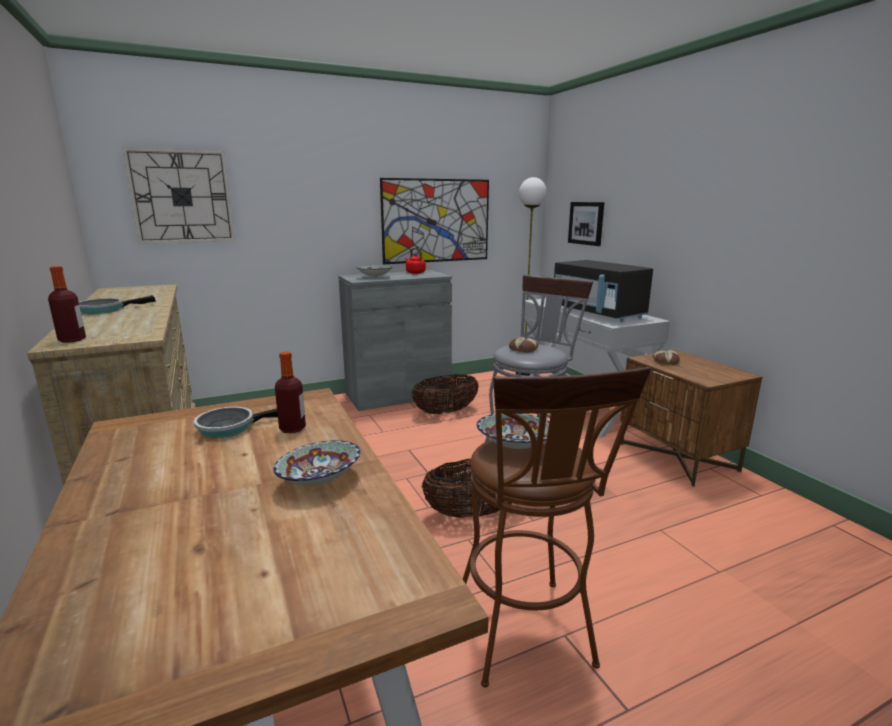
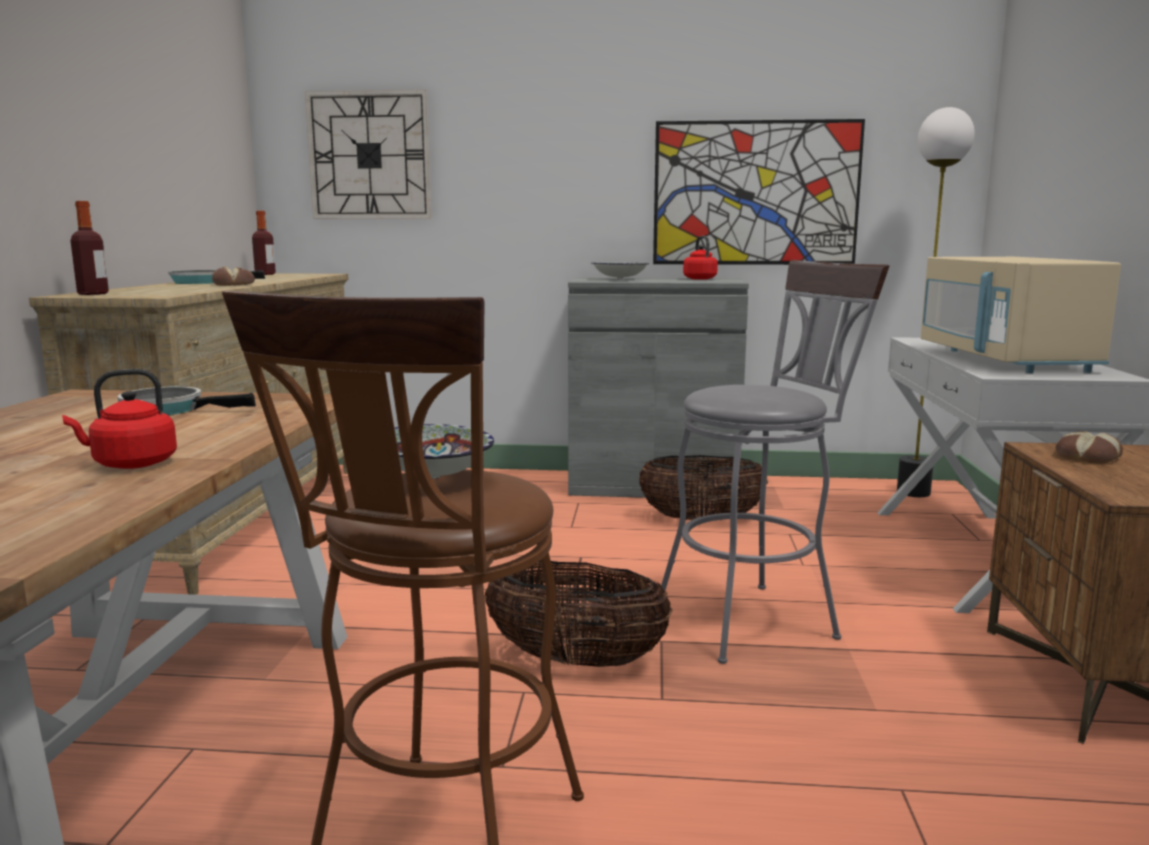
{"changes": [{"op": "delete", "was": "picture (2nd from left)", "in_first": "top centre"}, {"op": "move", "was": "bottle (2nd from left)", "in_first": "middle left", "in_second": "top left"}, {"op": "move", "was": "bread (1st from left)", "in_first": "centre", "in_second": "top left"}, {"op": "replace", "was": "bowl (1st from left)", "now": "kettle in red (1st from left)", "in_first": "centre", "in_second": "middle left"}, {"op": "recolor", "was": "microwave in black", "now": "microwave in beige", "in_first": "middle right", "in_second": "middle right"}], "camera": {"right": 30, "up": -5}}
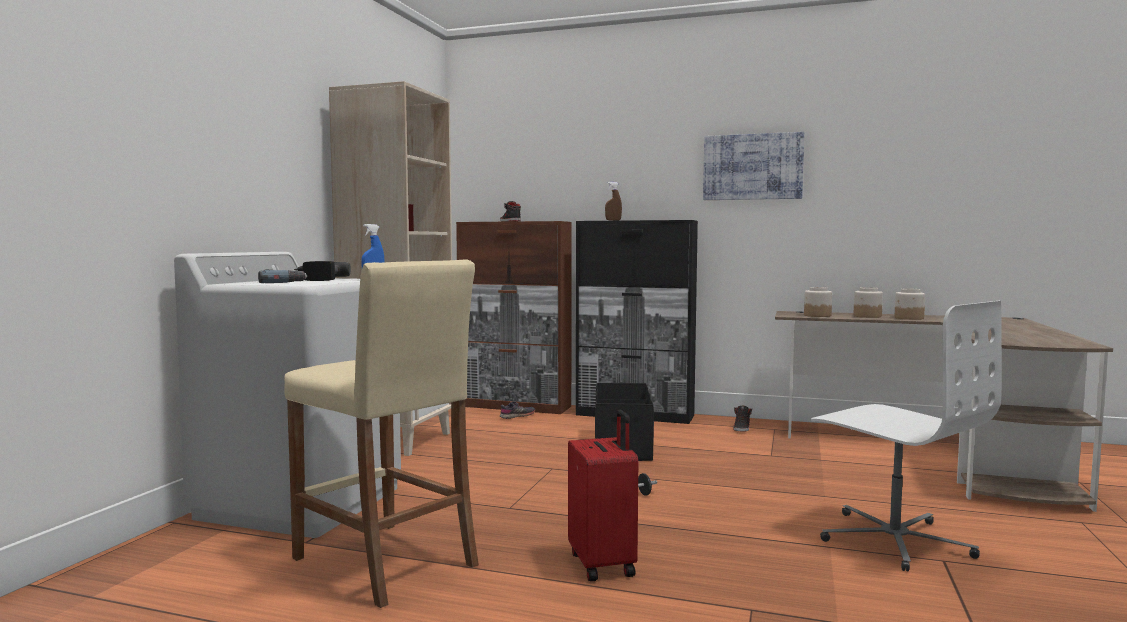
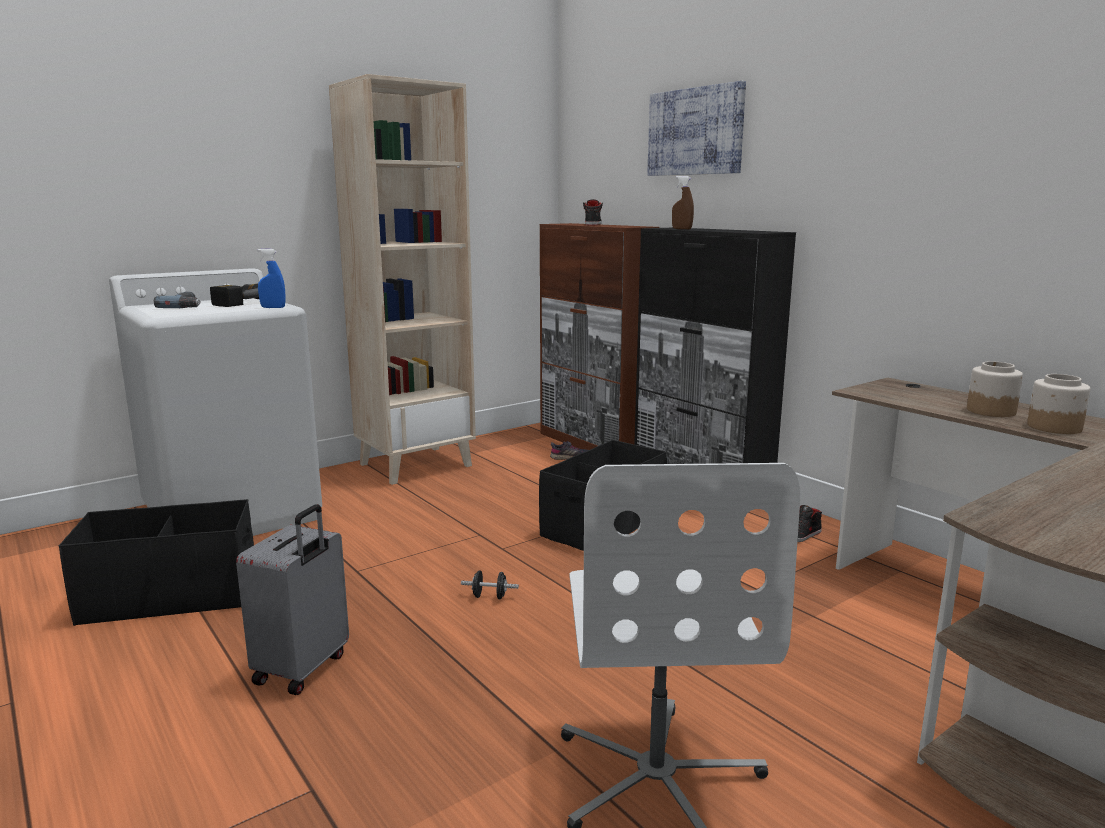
{"changes": [{"op": "delete", "was": "jar (1st from left)", "in_first": "middle right"}, {"op": "move", "was": "picture", "in_first": "top right", "in_second": "top centre"}, {"op": "replace", "was": "stool in beige", "now": "storage box in black (1st from left)", "in_first": "bottom centre", "in_second": "bottom left"}, {"op": "recolor", "was": "suitcase in red", "now": "suitcase in grey", "in_first": "bottom centre", "in_second": "bottom left"}], "camera": {"right": 35, "up": 10}}
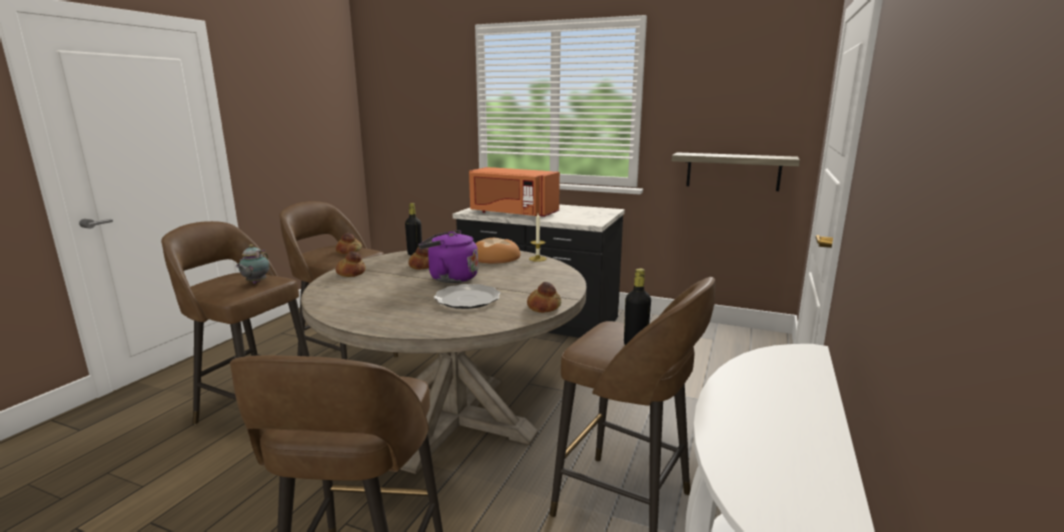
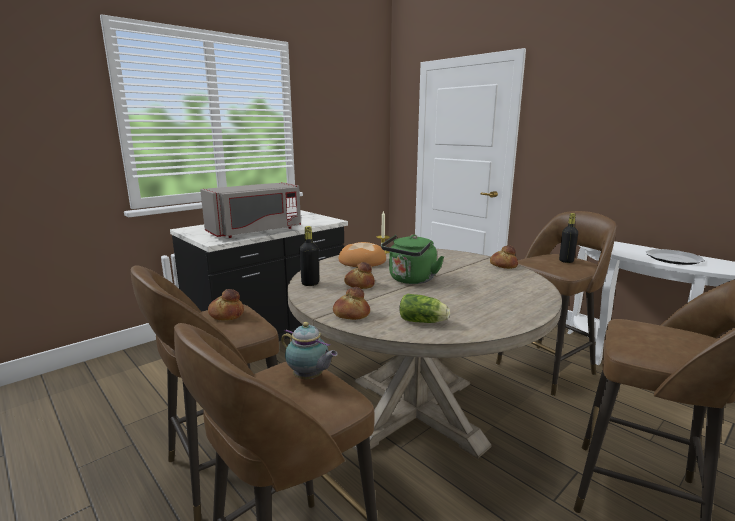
{"changes": [{"op": "delete", "was": "shelf", "in_first": "top right"}, {"op": "insert", "now": "lettuce", "in_second": "centre"}, {"op": "move", "was": "plate", "in_first": "centre", "in_second": "middle right"}, {"op": "recolor", "was": "kettle in purple", "now": "kettle in green", "in_first": "centre", "in_second": "centre"}, {"op": "recolor", "was": "microwave in orange", "now": "microwave in grey", "in_first": "centre", "in_second": "centre"}], "camera": {"right": -65, "up": 0}}
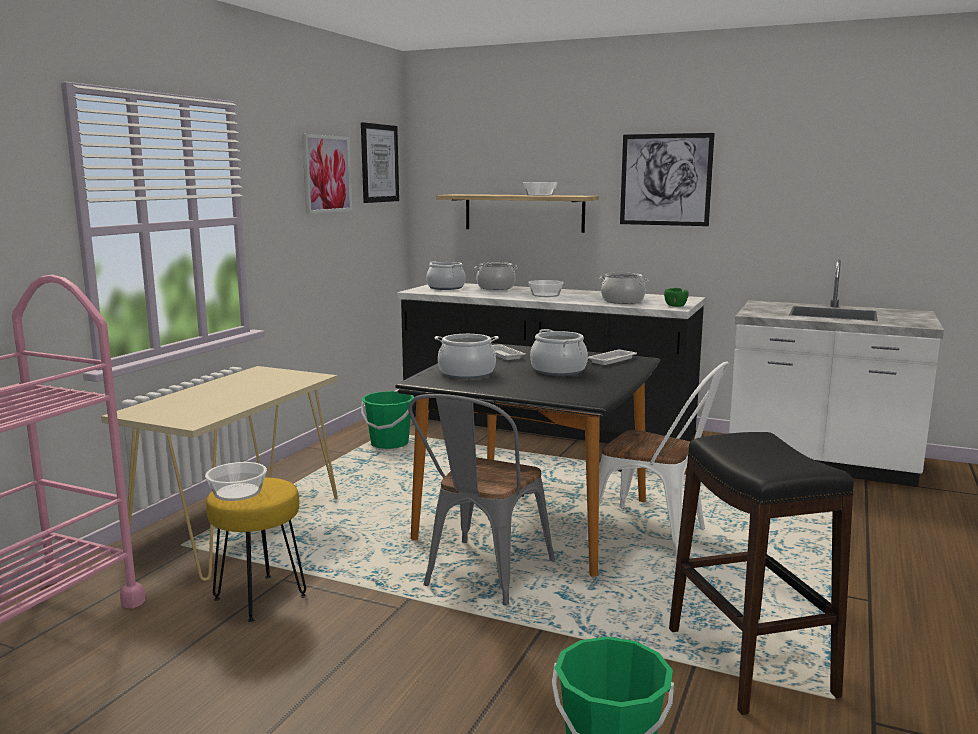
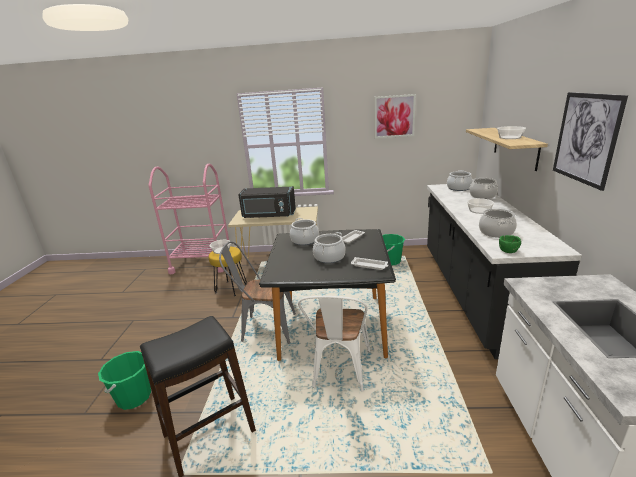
{"changes": [{"op": "delete", "was": "picture (2nd from left)", "in_first": "top centre"}, {"op": "insert", "now": "microwave in black", "in_second": "centre"}], "camera": {"right": 70, "up": 10}}
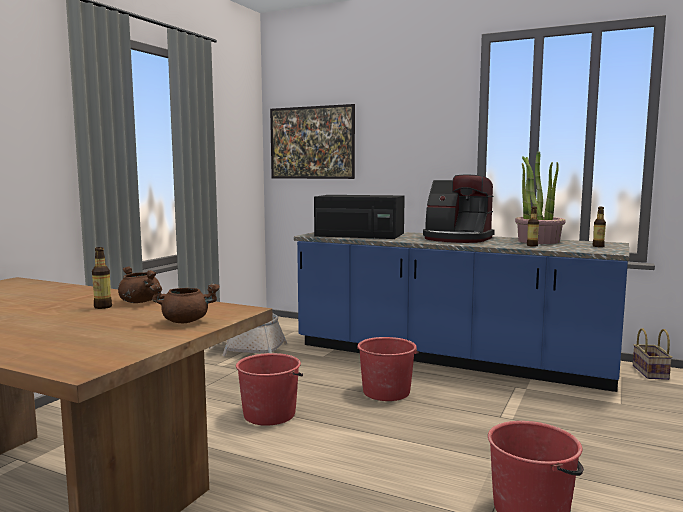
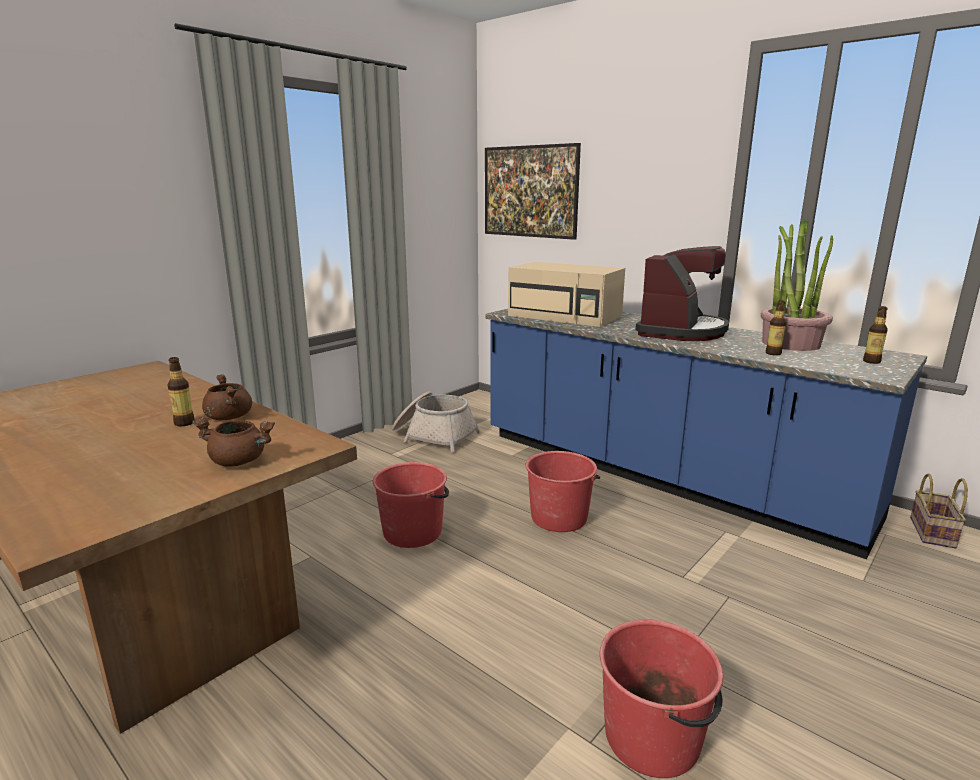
{"changes": [{"op": "recolor", "was": "microwave in black", "now": "microwave in beige", "in_first": "centre", "in_second": "centre"}, {"op": "rotate", "was": "coffee machine", "in_first": "middle right", "in_second": "middle right", "clockwise": -105}], "camera": {"right": 15, "up": 10}}
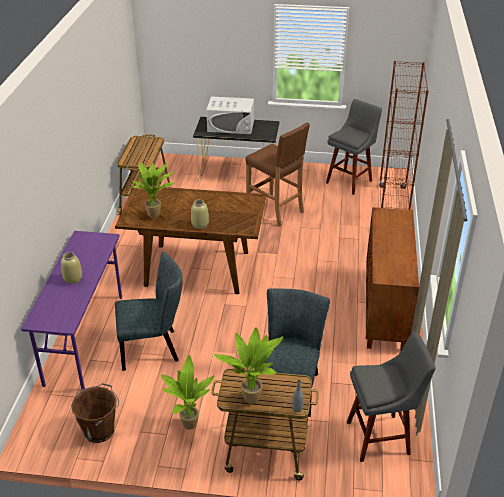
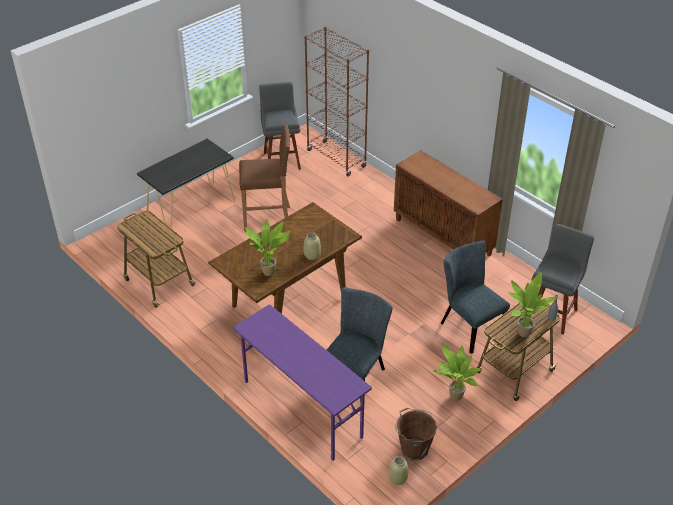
{"changes": [{"op": "delete", "was": "microwave in white", "in_first": "top centre"}, {"op": "move", "was": "vase in beige (1st from left in the first image)", "now": "vase in beige (2nd from left)", "in_first": "middle left", "in_second": "bottom centre"}], "camera": {"right": -50, "up": 5}}
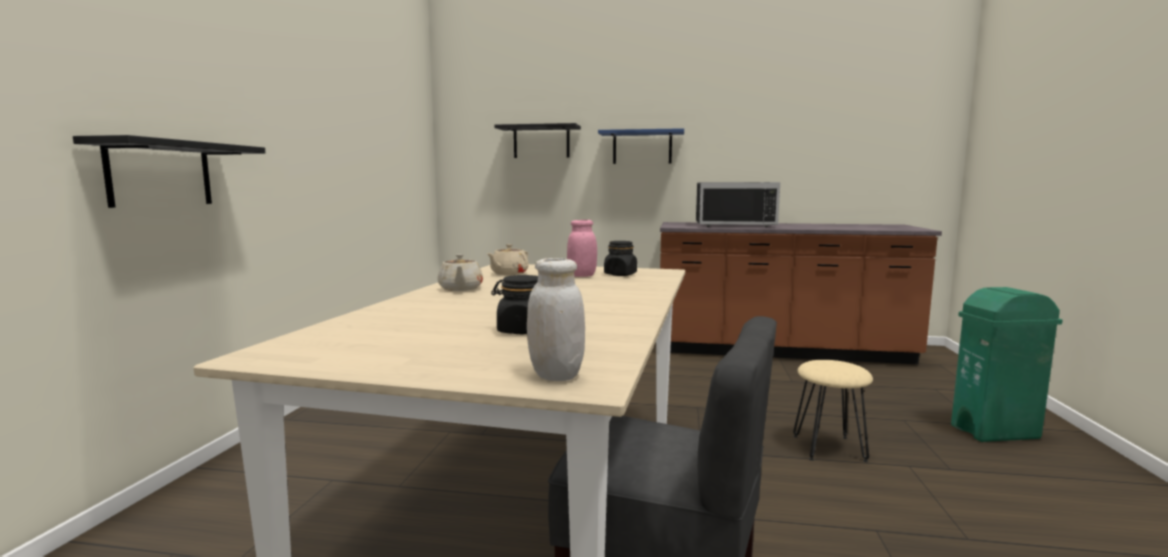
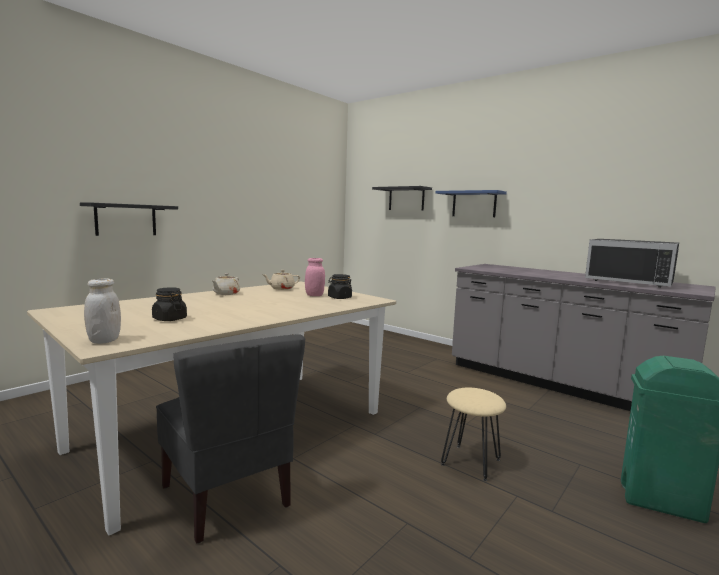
{"changes": [{"op": "move", "was": "microwave in black", "in_first": "centre", "in_second": "middle right"}, {"op": "recolor", "was": "counter in brown", "now": "counter in grey", "in_first": "middle right", "in_second": "middle right"}], "camera": {"right": 30, "up": 0}}
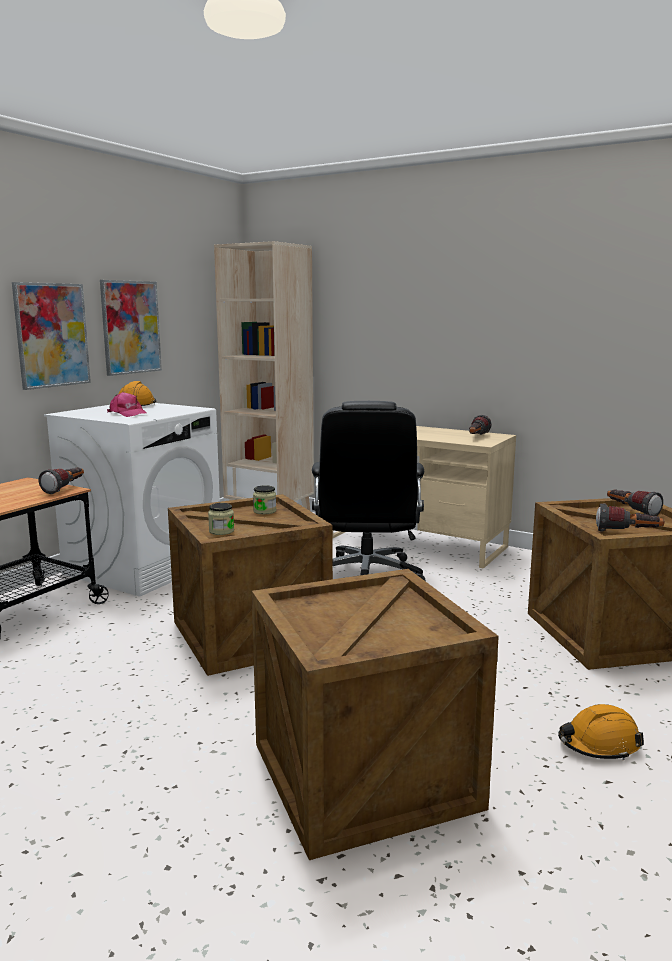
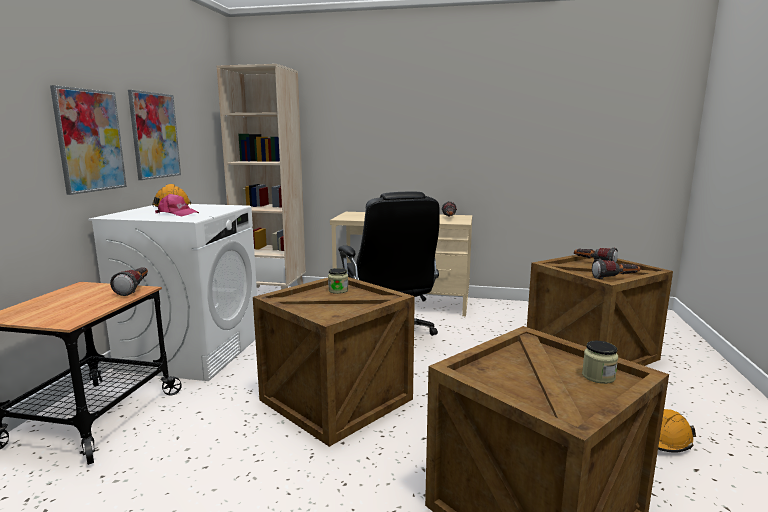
{"changes": [{"op": "move", "was": "jar (1st from left in the first image)", "now": "jar (2nd from left)", "in_first": "middle left", "in_second": "bottom right"}], "camera": {"right": -20, "up": 0}}
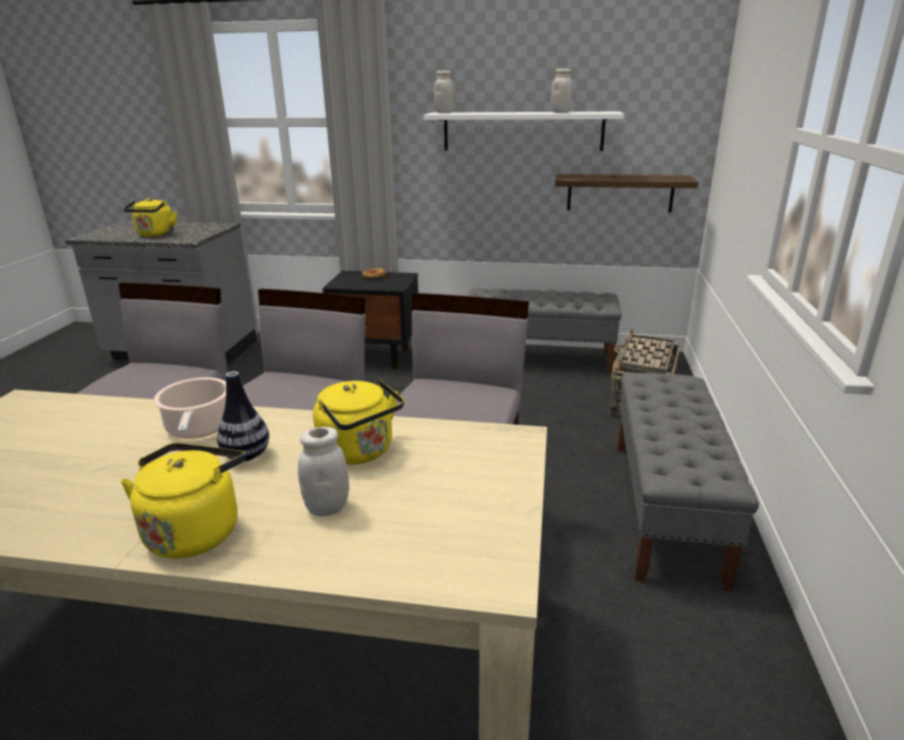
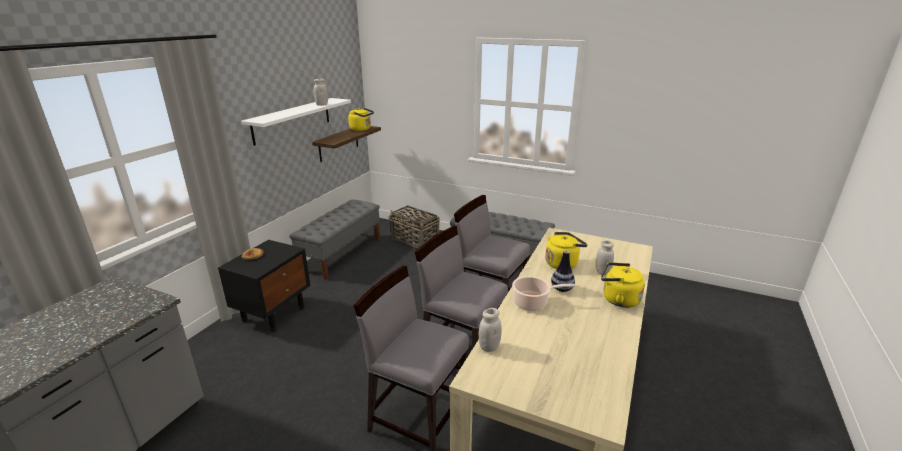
{"changes": [{"op": "move", "was": "kettle in yellow (1st from left)", "in_first": "top left", "in_second": "top centre"}, {"op": "move", "was": "jar in white (2nd from left)", "in_first": "top centre", "in_second": "bottom centre"}], "camera": {"right": -75, "up": 0}}
